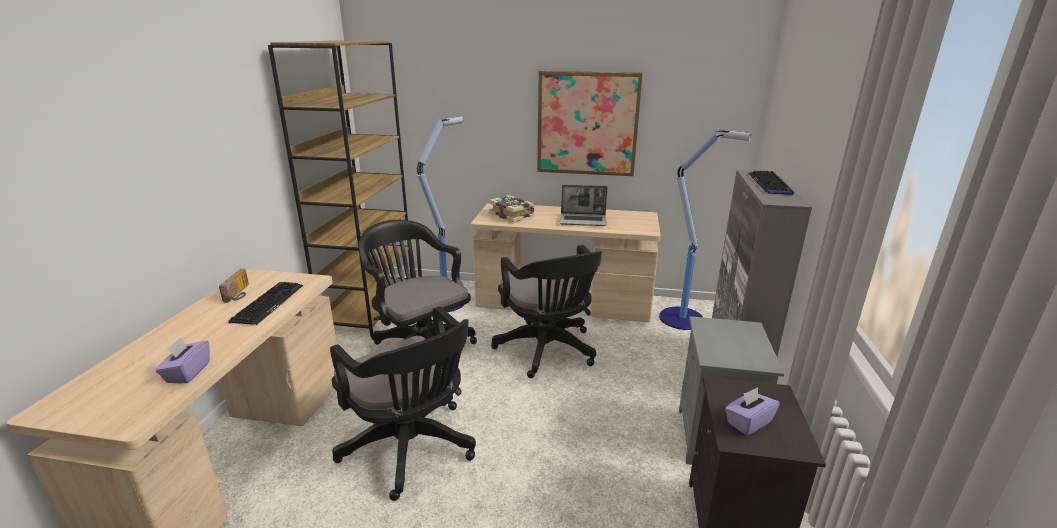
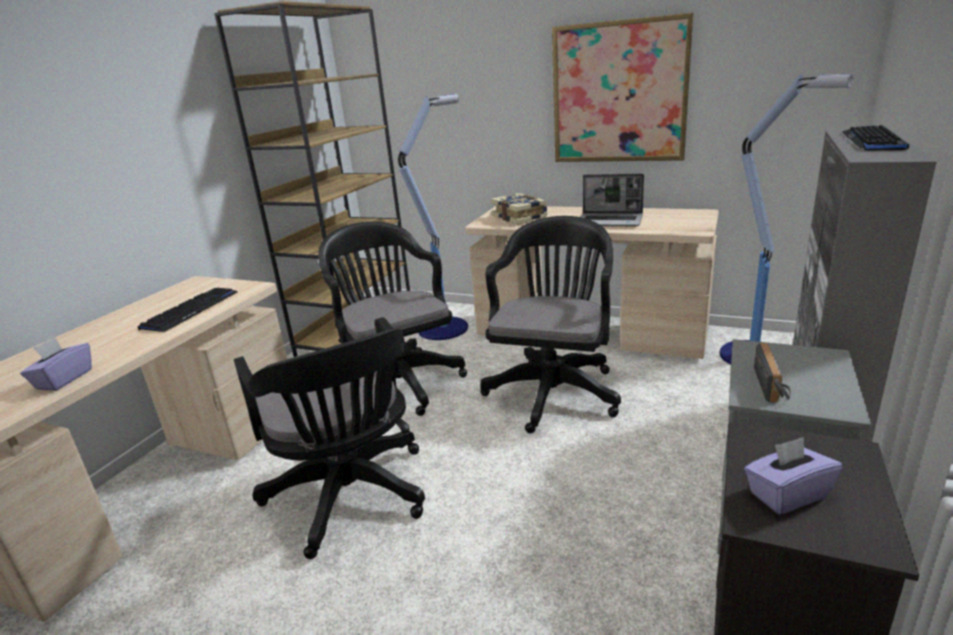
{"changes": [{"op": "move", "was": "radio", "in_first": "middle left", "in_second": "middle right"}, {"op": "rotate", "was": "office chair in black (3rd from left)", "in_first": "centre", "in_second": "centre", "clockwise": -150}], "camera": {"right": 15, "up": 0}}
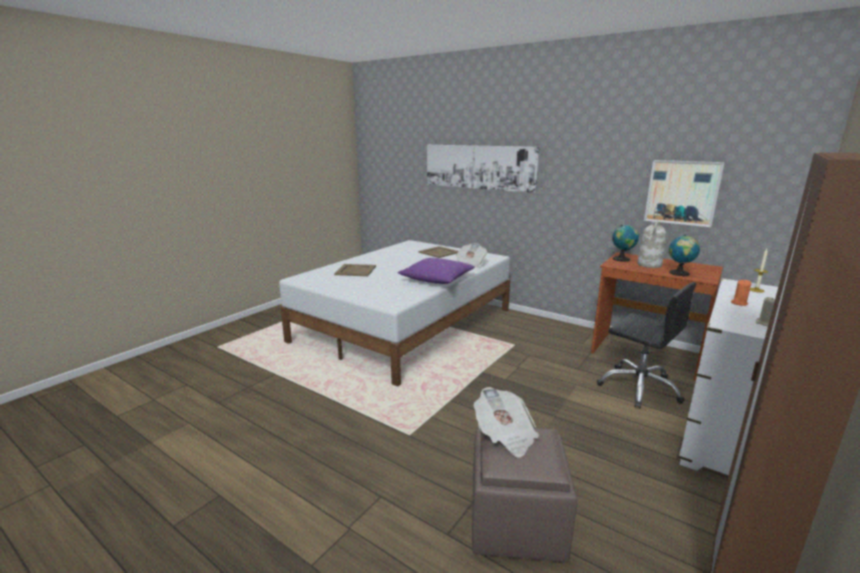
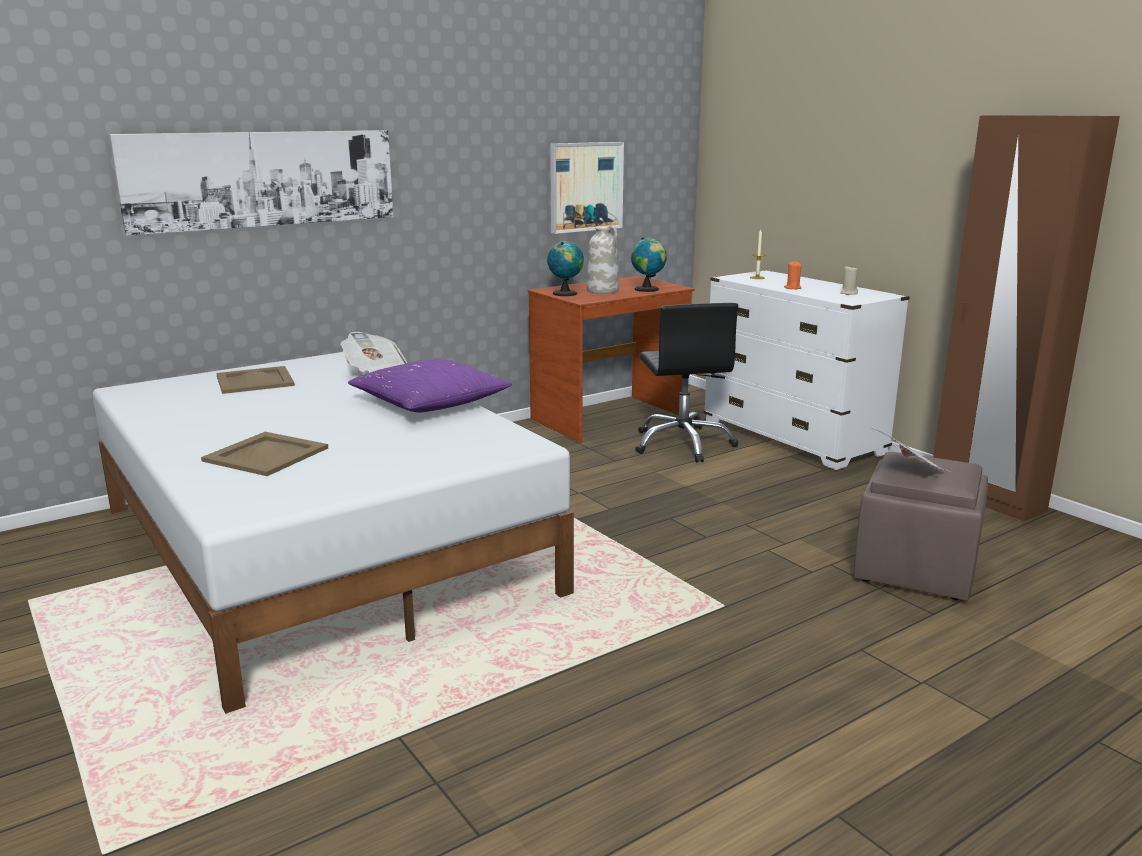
{"changes": [{"op": "rotate", "was": "office chair in black", "in_first": "middle right", "in_second": "centre", "clockwise": 105}], "camera": {"right": -70, "up": 0}}
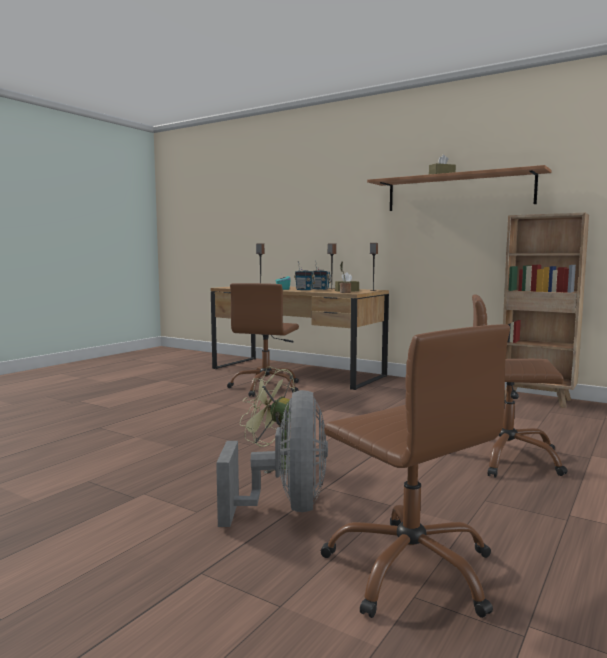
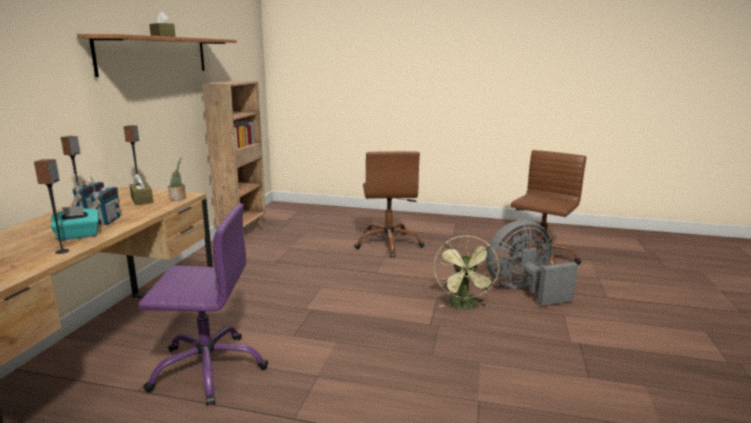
{"changes": [{"op": "recolor", "was": "office chair in brown (1st from left)", "now": "office chair in purple", "in_first": "centre", "in_second": "bottom left"}], "camera": {"right": -110, "up": 10}}
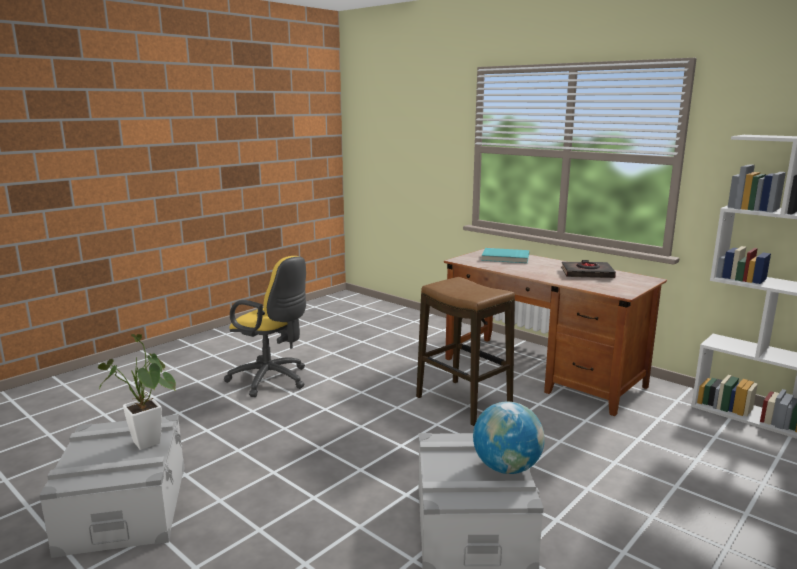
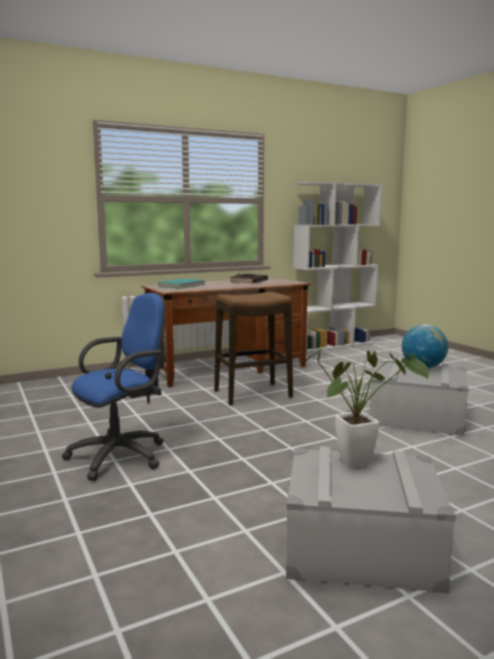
{"changes": [{"op": "recolor", "was": "office chair in yellow", "now": "office chair in blue", "in_first": "middle left", "in_second": "middle left"}], "camera": {"right": -70, "up": -5}}
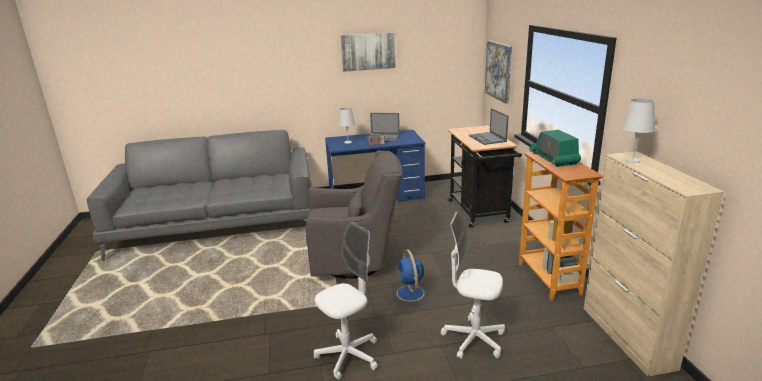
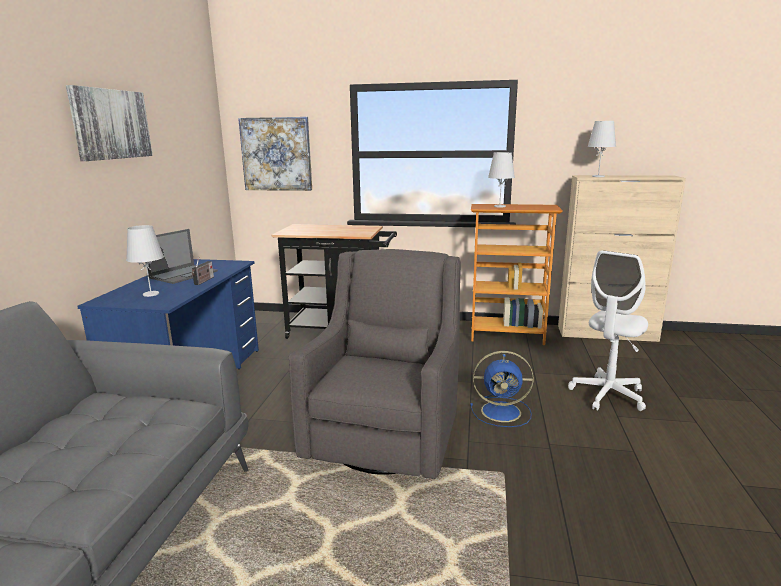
{"changes": [{"op": "delete", "was": "office chair in white (1st from left)", "in_first": "bottom centre"}, {"op": "delete", "was": "laptop (2nd from left)", "in_first": "top centre"}, {"op": "replace", "was": "radio (2nd from left)", "now": "table lamp in white (2nd from left)", "in_first": "middle right", "in_second": "top centre"}], "camera": {"right": -70, "up": -5}}
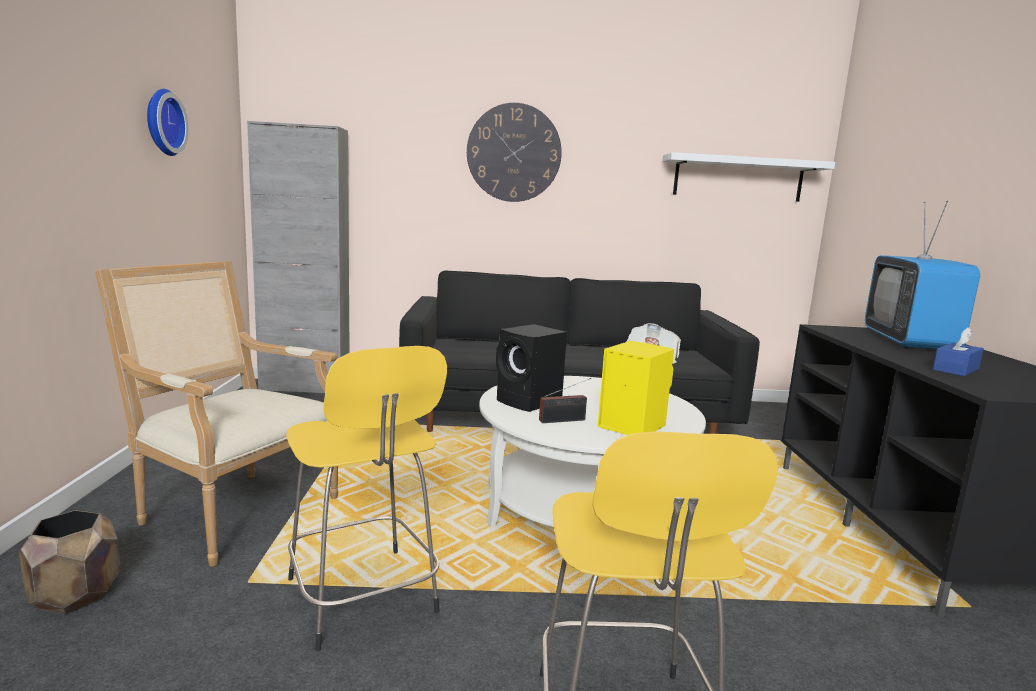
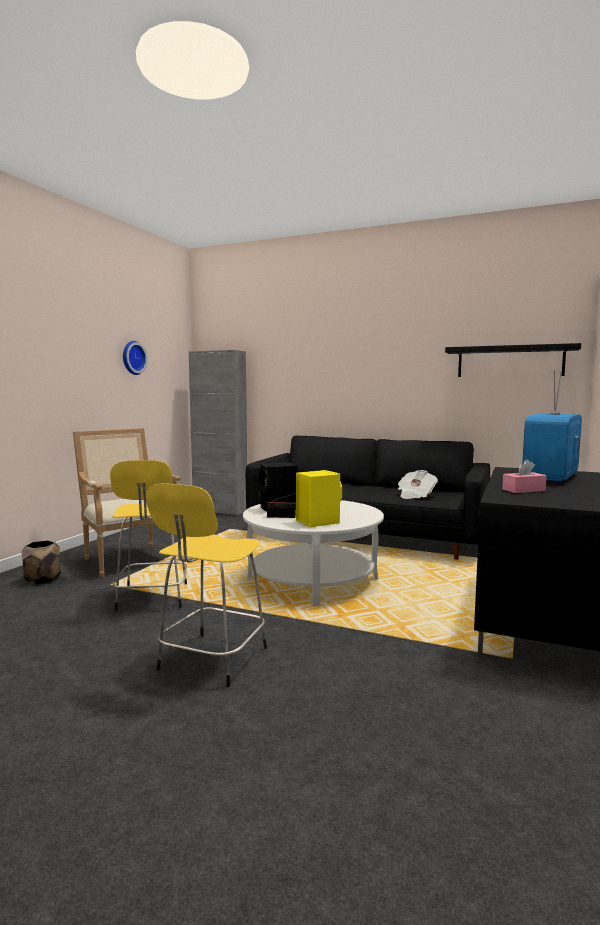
{"changes": [{"op": "delete", "was": "wall clock (2nd from left)", "in_first": "top centre"}, {"op": "recolor", "was": "shelf in white", "now": "shelf in black", "in_first": "top right", "in_second": "middle right"}, {"op": "recolor", "was": "tissue box in blue", "now": "tissue box in pink", "in_first": "middle right", "in_second": "middle right"}], "camera": {"right": 25, "up": -5}}
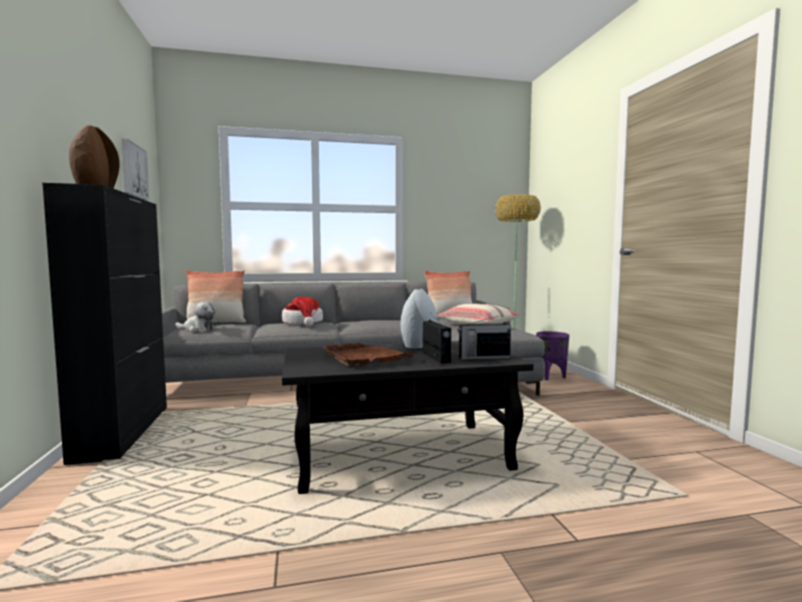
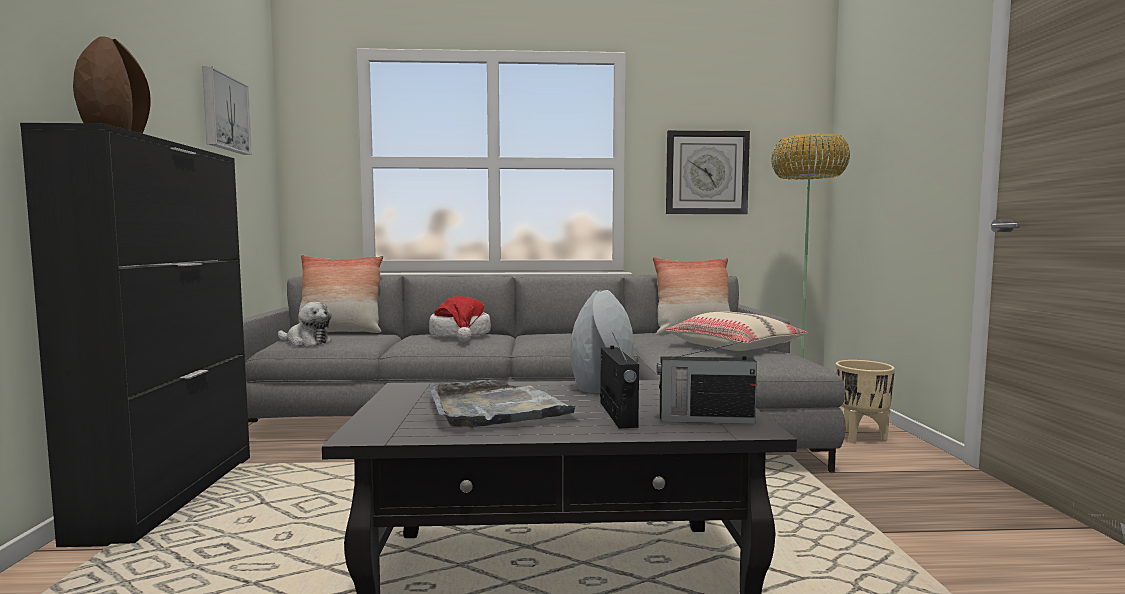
{"changes": [{"op": "insert", "now": "wall clock", "in_second": "top centre"}, {"op": "recolor", "was": "tray in brown", "now": "tray in grey", "in_first": "centre", "in_second": "bottom centre"}, {"op": "recolor", "was": "planter in purple", "now": "planter in beige", "in_first": "middle right", "in_second": "bottom right"}], "camera": {"right": 10, "up": 0}}
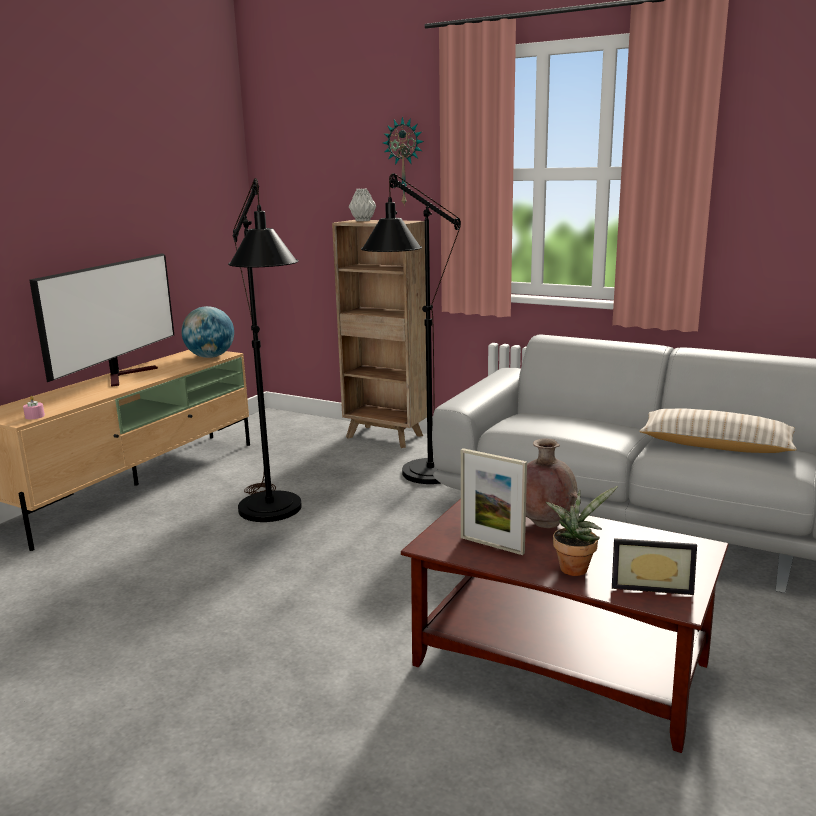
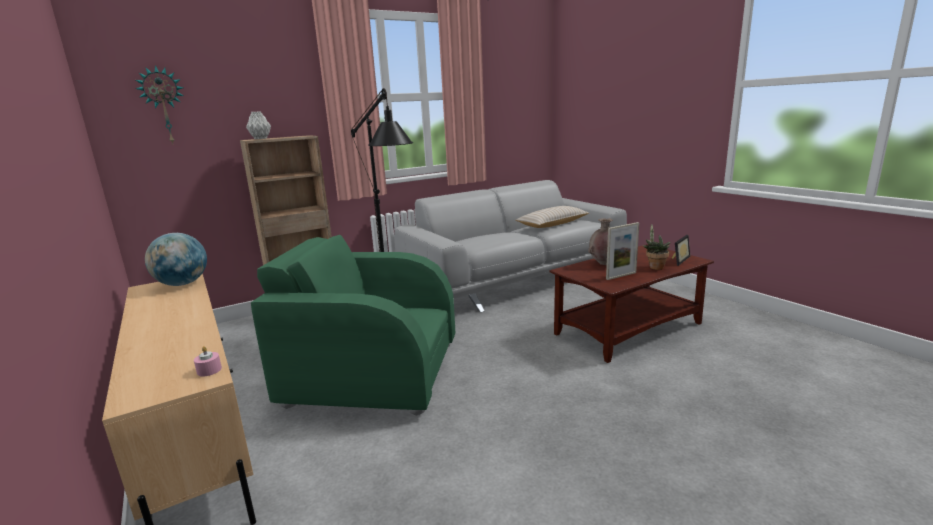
{"changes": [{"op": "delete", "was": "television", "in_first": "middle left"}, {"op": "move", "was": "wall clock", "in_first": "top centre", "in_second": "top left"}, {"op": "replace", "was": "floor lamp in black (1st from left)", "now": "armchair in green", "in_first": "middle left", "in_second": "centre"}], "camera": {"right": -60, "up": 0}}
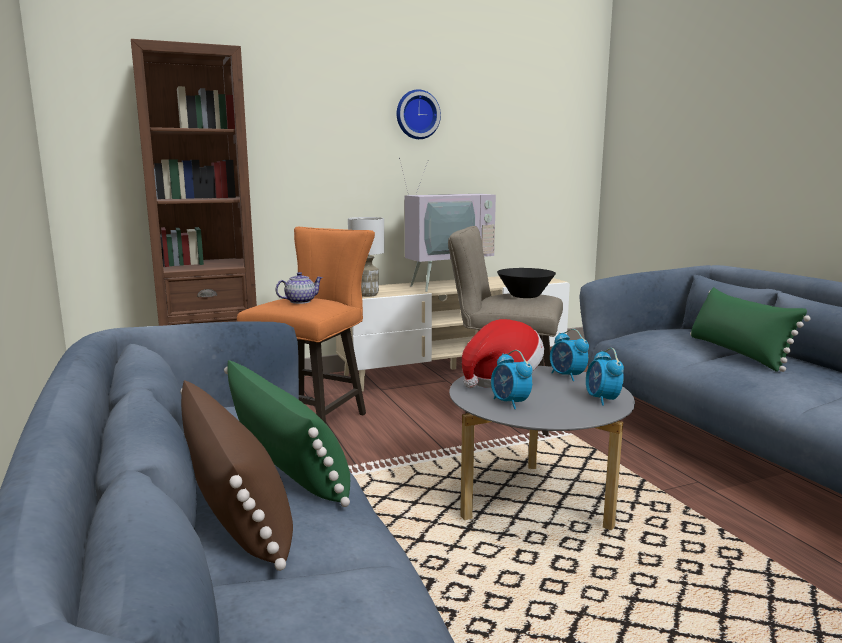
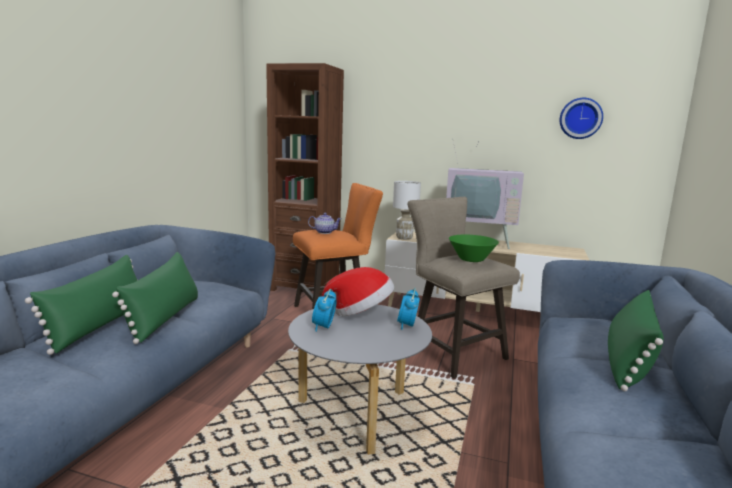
{"changes": [{"op": "delete", "was": "alarm clock (3rd from left)", "in_first": "middle right"}, {"op": "move", "was": "wall clock", "in_first": "top centre", "in_second": "top right"}, {"op": "recolor", "was": "pillow in brown", "now": "pillow in green (1st from left)", "in_first": "bottom left", "in_second": "middle left"}, {"op": "recolor", "was": "bowl in black", "now": "bowl in green", "in_first": "centre", "in_second": "centre"}], "camera": {"right": 40, "up": 0}}
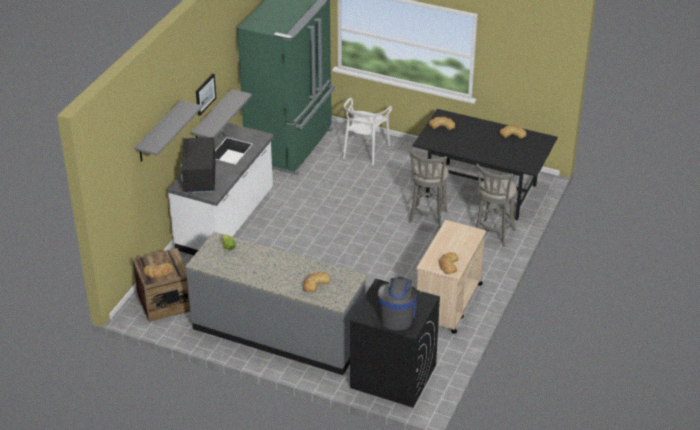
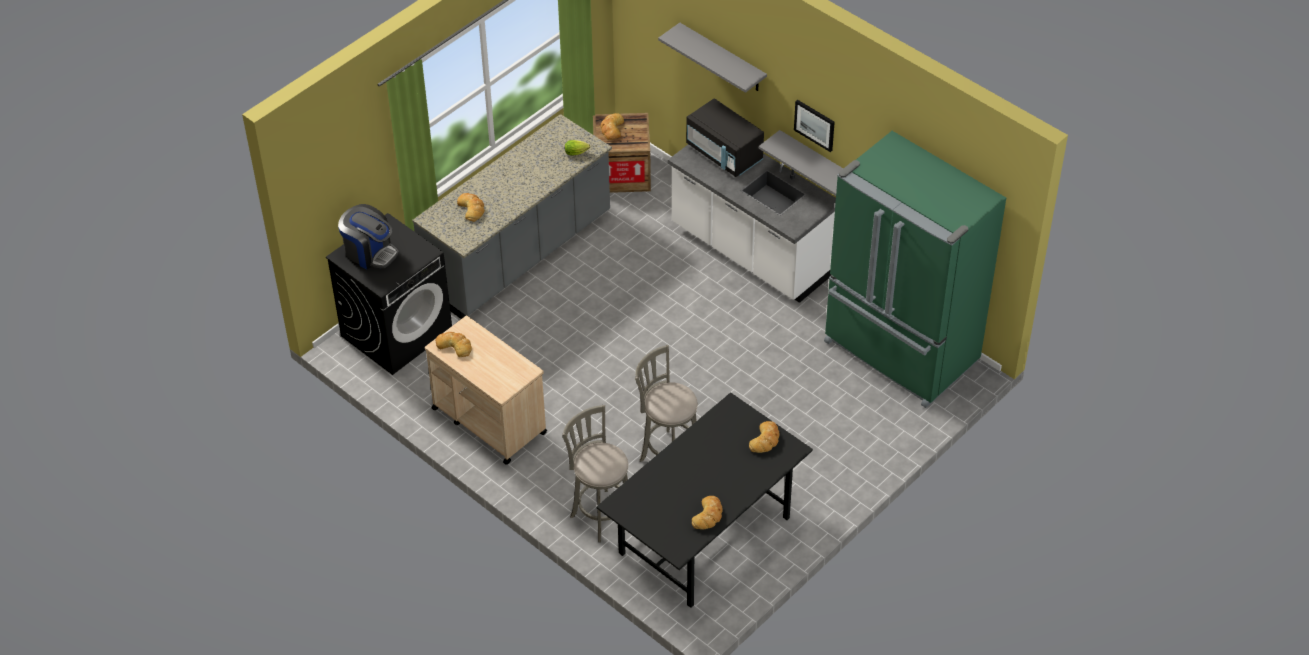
{"changes": [{"op": "delete", "was": "chair in white", "in_first": "top centre"}, {"op": "rotate", "was": "microwave in black", "in_first": "middle left", "in_second": "top centre", "clockwise": -150}], "camera": {"right": 110, "up": 10}}
